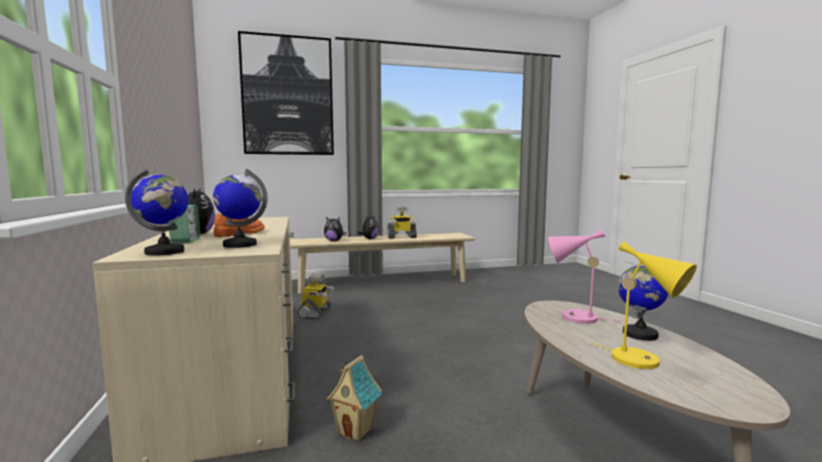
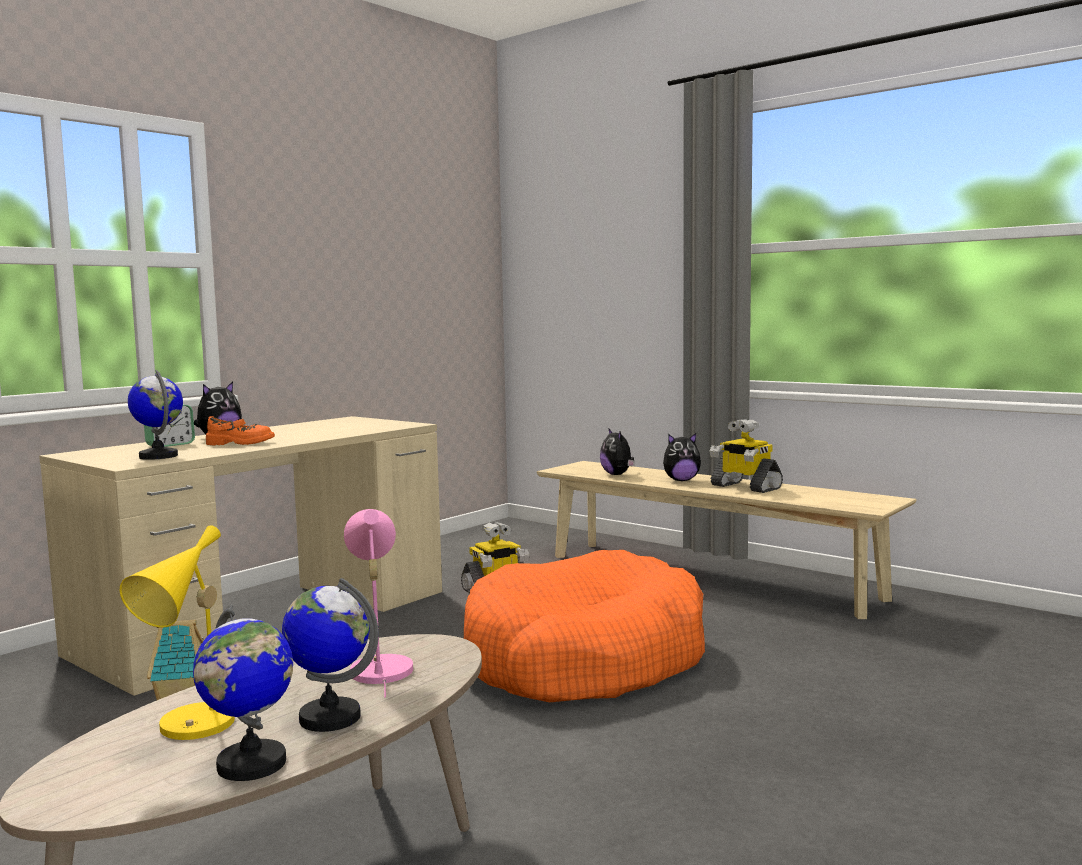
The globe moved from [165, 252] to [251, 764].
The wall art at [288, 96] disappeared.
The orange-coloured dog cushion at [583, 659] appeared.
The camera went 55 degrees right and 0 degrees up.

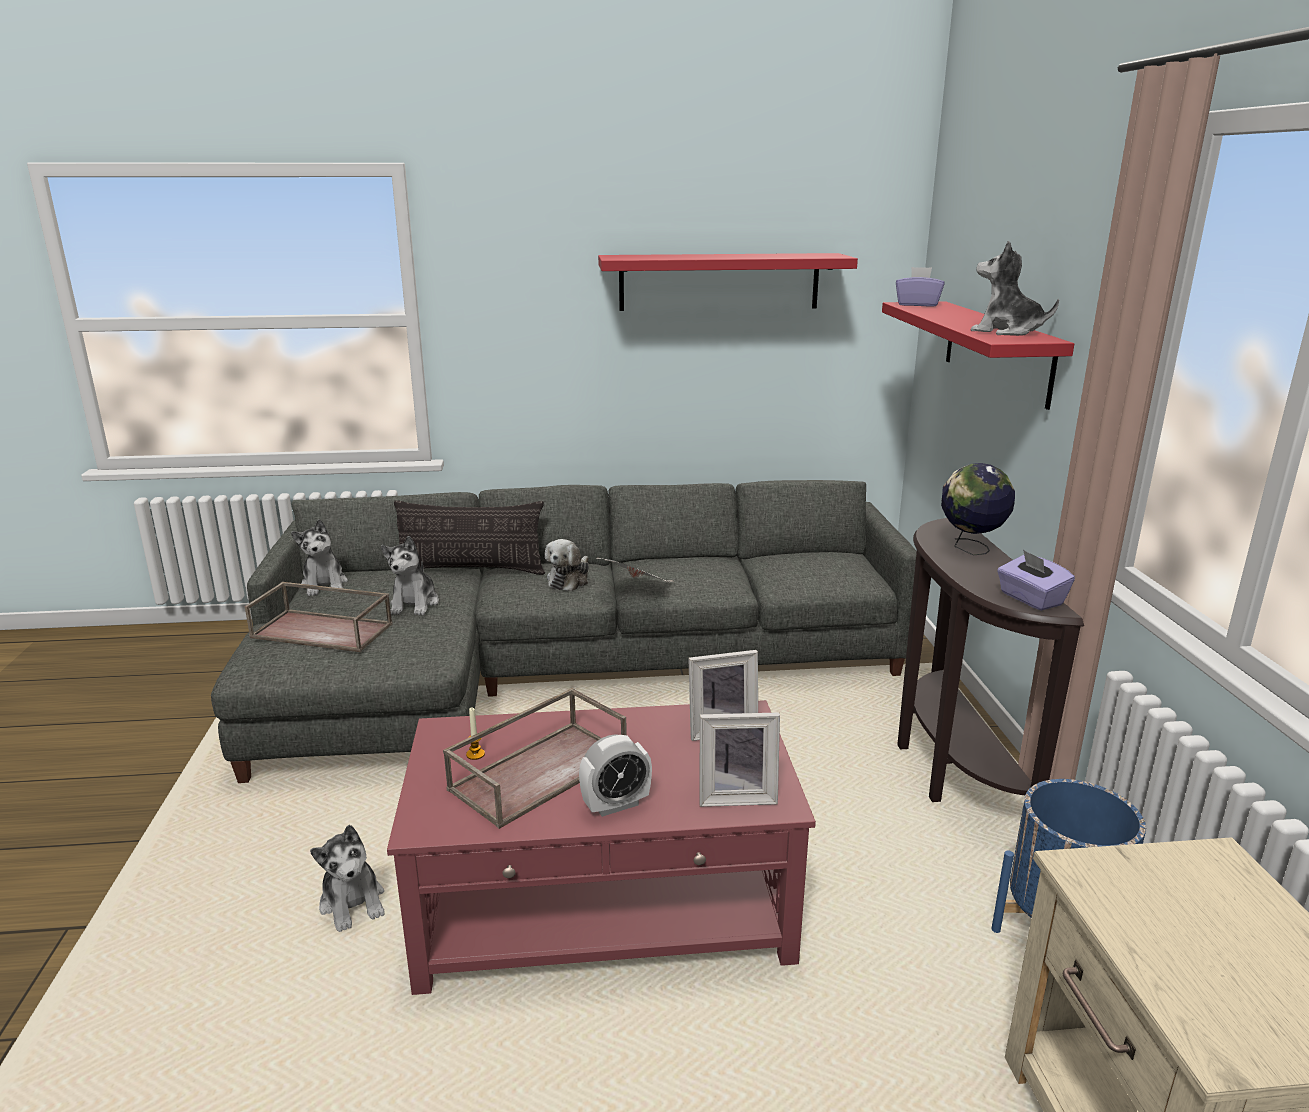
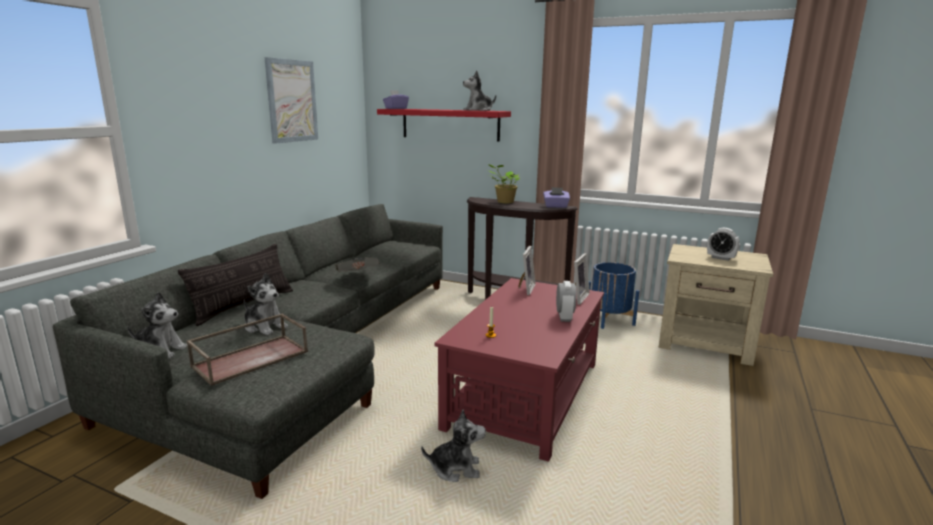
The brown-coloured carrying tray at [539, 770] disappeared.
The soft toy at [569, 580] disappeared.
The reddish wall shelf at [719, 282] was replaced by the wall art at [292, 101].
The globe at [970, 549] was replaced by the potted plant at [504, 202].
The alarm clock at [720, 258] appeared.
The camera went 60 degrees left and 5 degrees down.

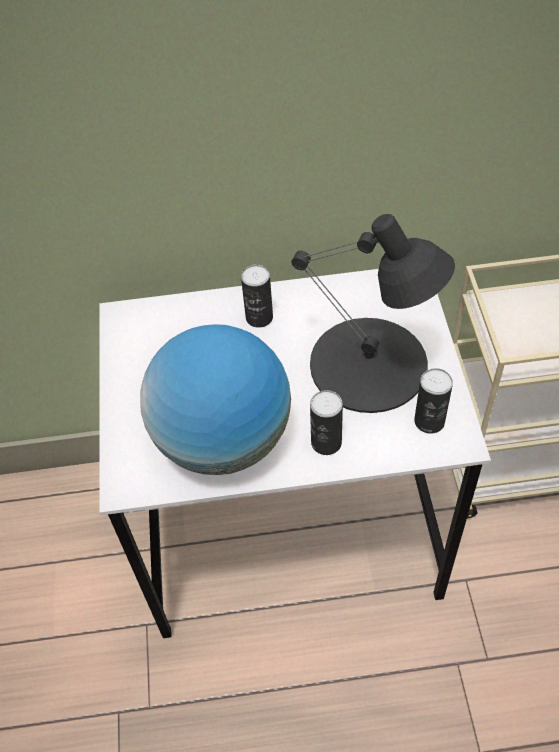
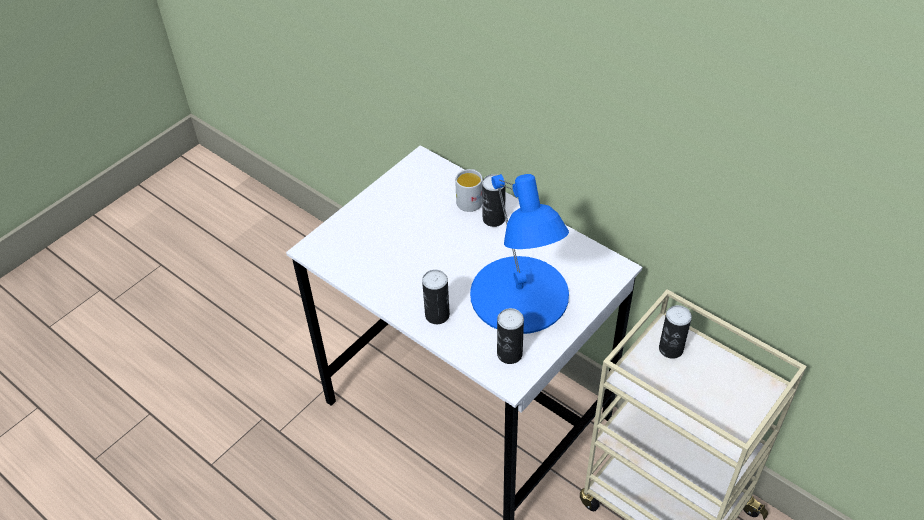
The globe at [223, 440] disappeared.
The blackish lamp for a table at [370, 365] became the blue-coloured lamp for a table at [519, 296].
The white-coloured tea mug at [470, 199] appeared.
The metal can at [671, 349] appeared.
The camera went 45 degrees right and 5 degrees down.

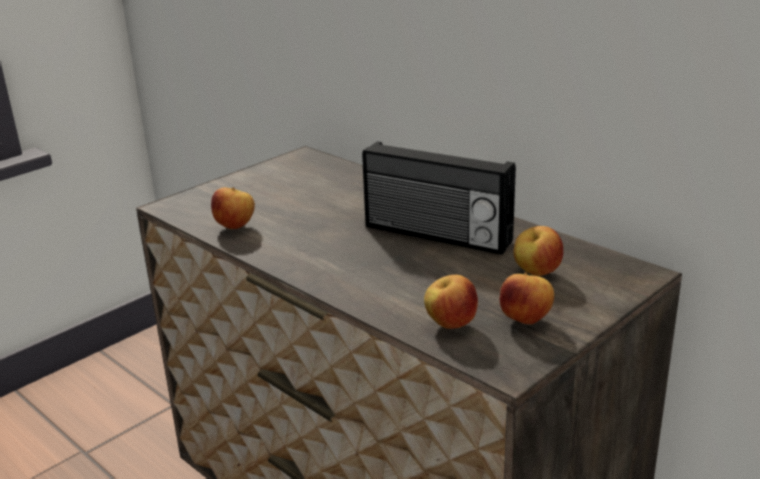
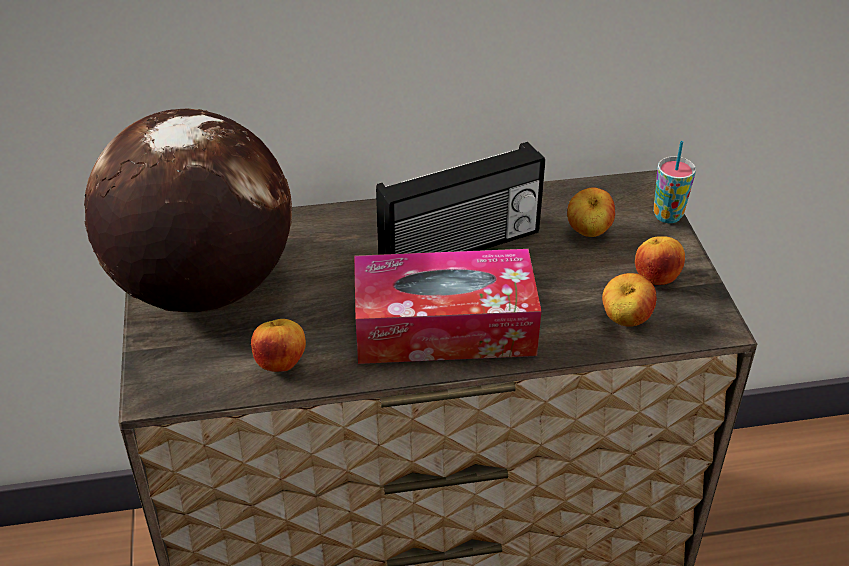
The globe at [202, 288] appeared.
The tissue box at [444, 327] appeared.
The cup at [667, 216] appeared.
The camera went 55 degrees left and 15 degrees up.

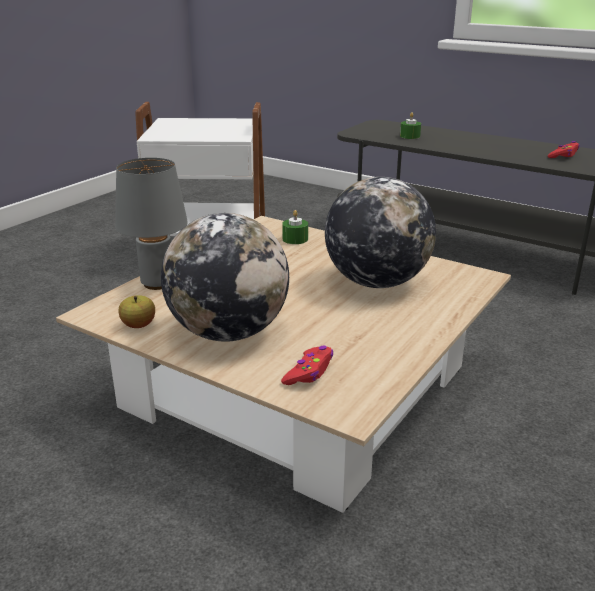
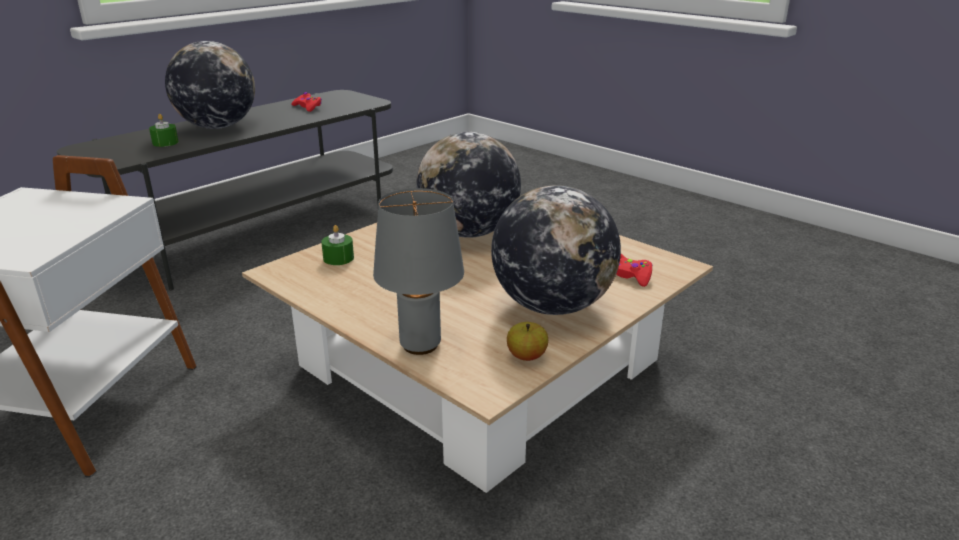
The globe at [217, 127] appeared.
The camera went 80 degrees left and 0 degrees up.

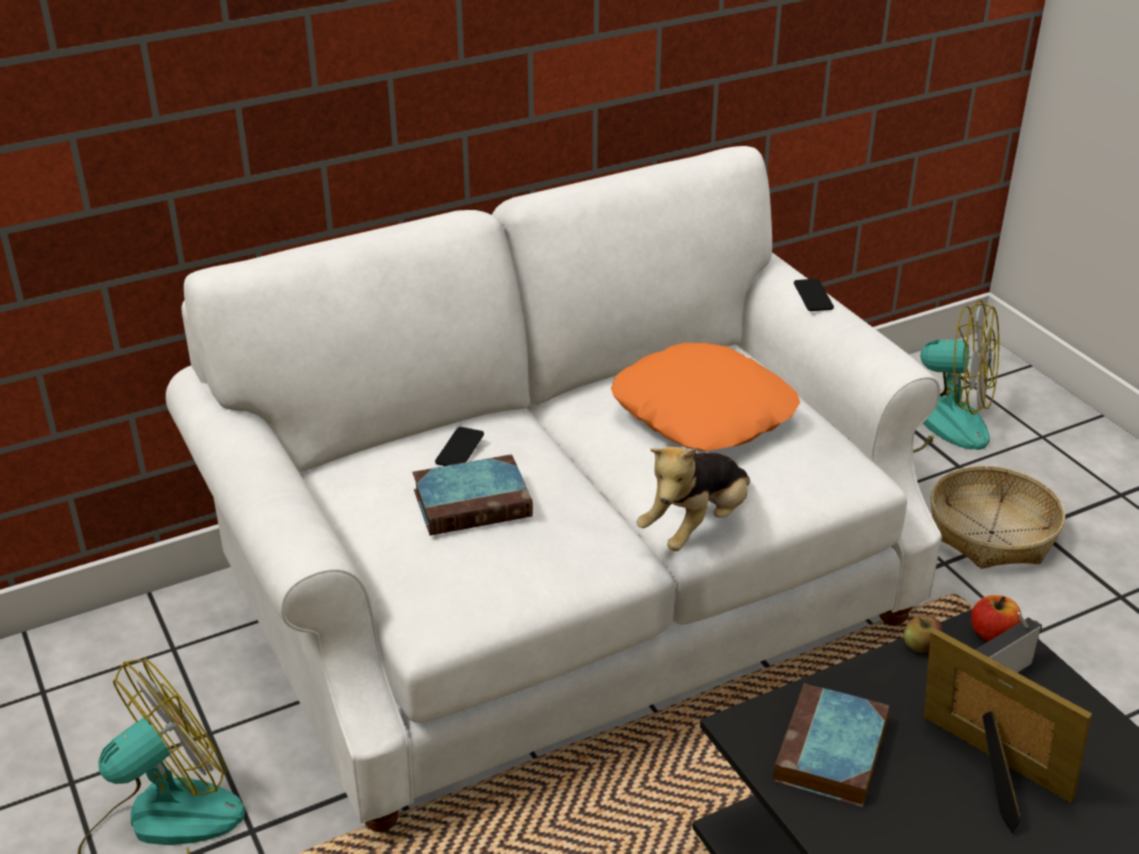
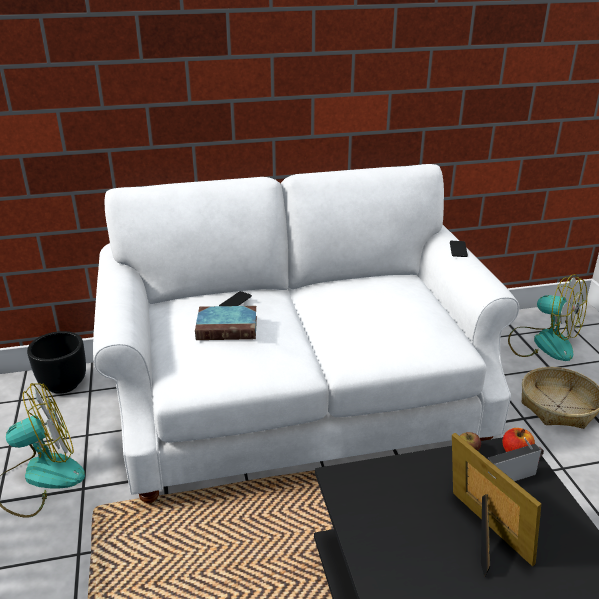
The orange-coloured pillow at [704, 412] disappeared.
The soft toy at [696, 526] disappeared.
The book at [831, 753] disappeared.
The blackish flower pot at [64, 384] appeared.
The camera went 15 degrees right and 5 degrees down.

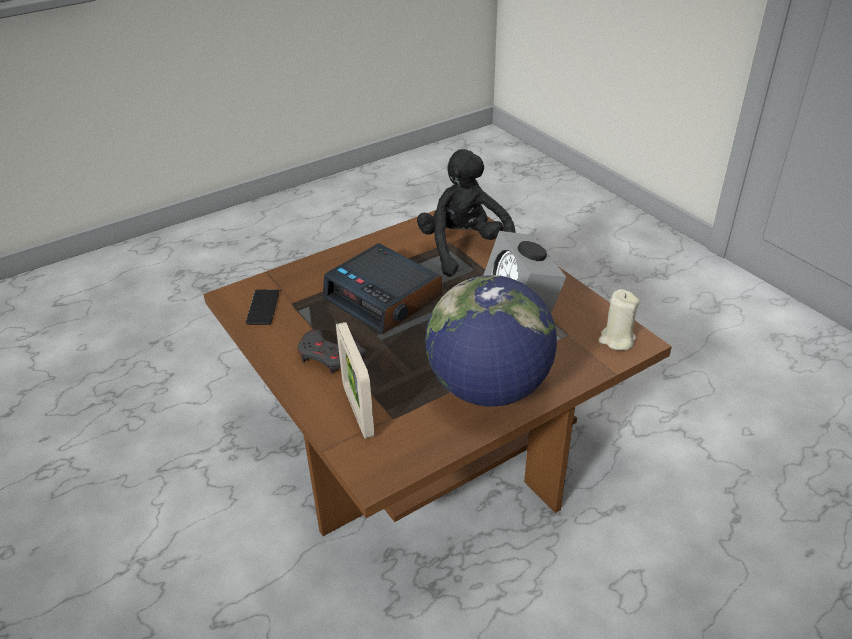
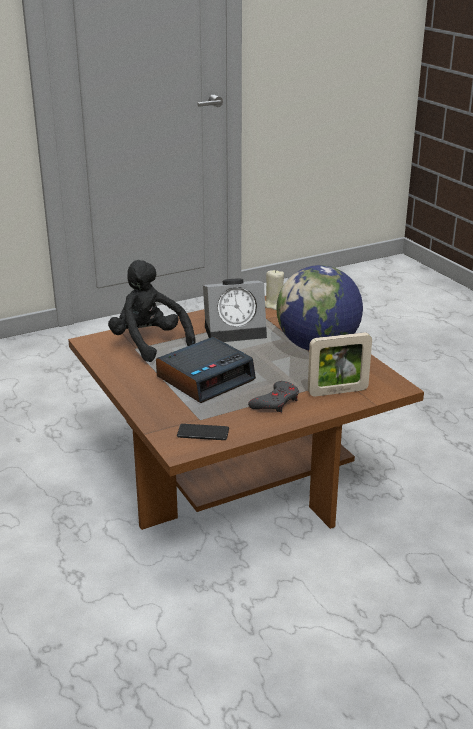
The blackish soft toy at [464, 250] turned 60 degrees clockwise.
The camera went 85 degrees left and 10 degrees down.

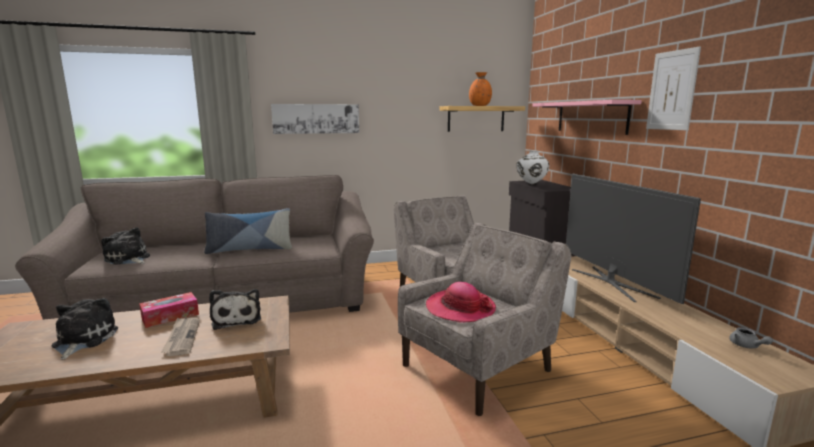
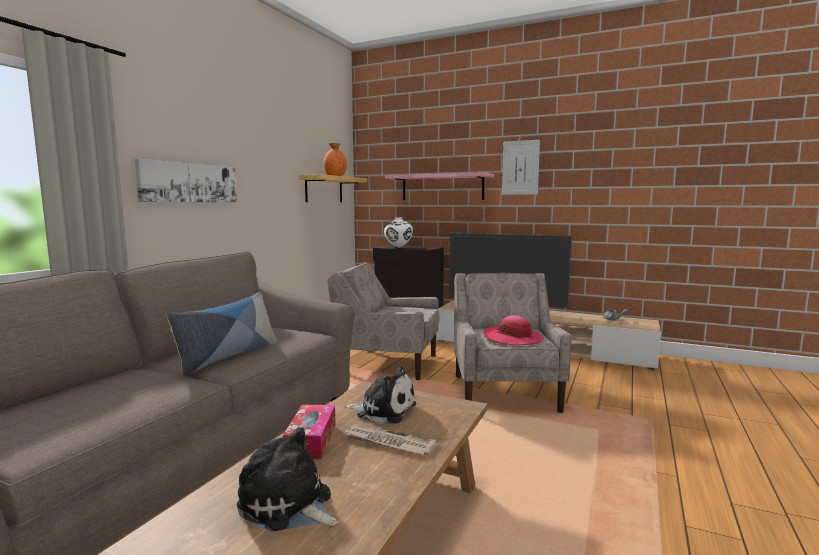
The soft toy at [128, 259] disappeared.
The camera went 50 degrees left and 5 degrees down.

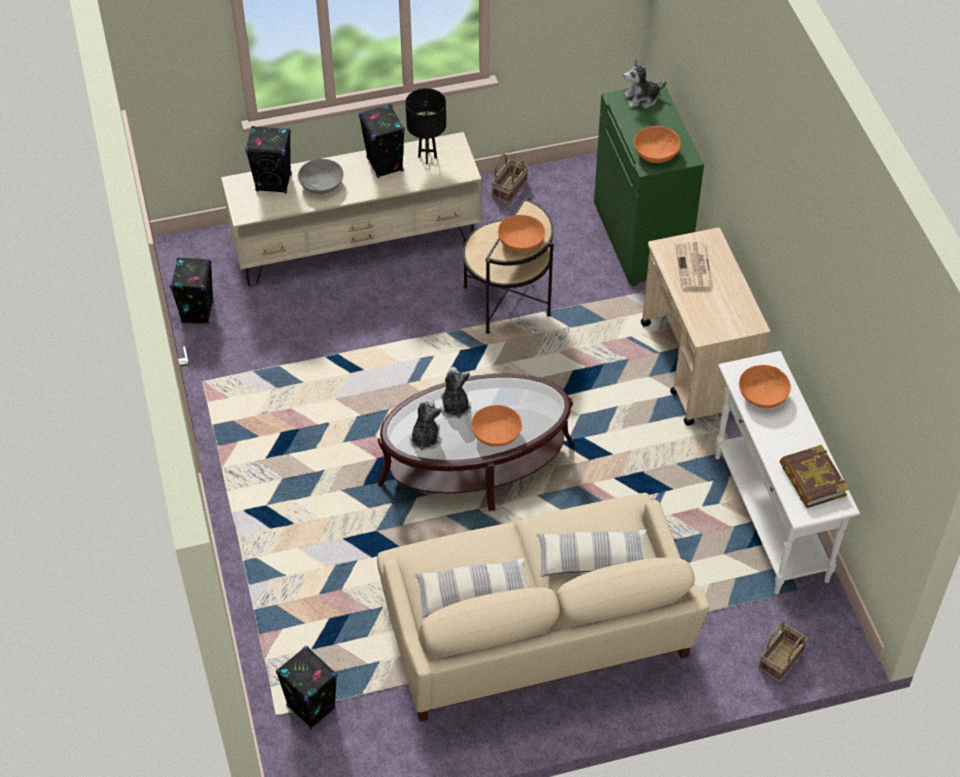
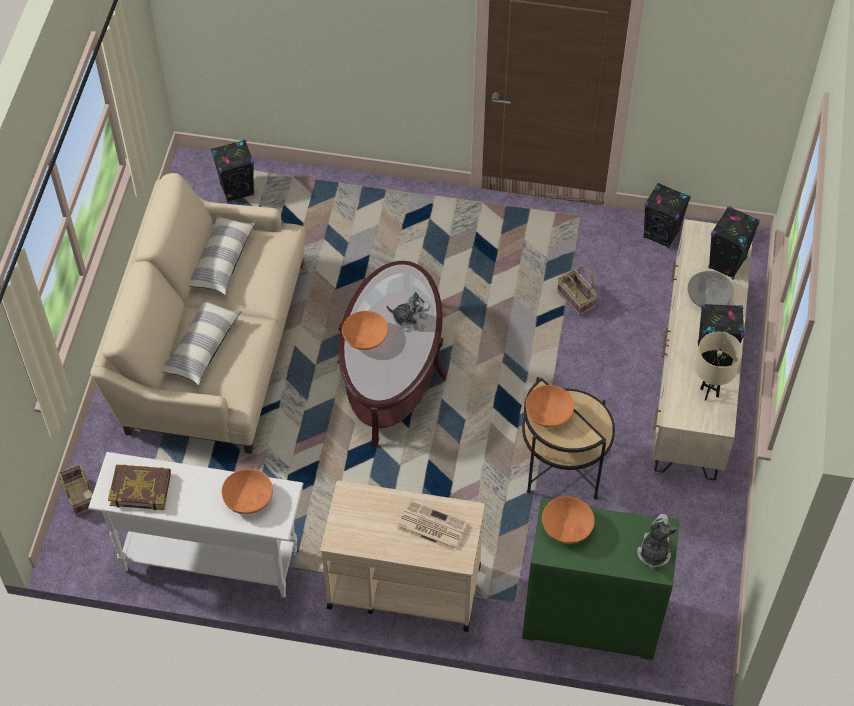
The blackish lamp for a table at [427, 157] became the beige-coloured lamp for a table at [709, 392].
The soft toy at [425, 438] disappeared.
The basket moved from [509, 189] to [577, 299].
The camera went 115 degrees right and 5 degrees up.

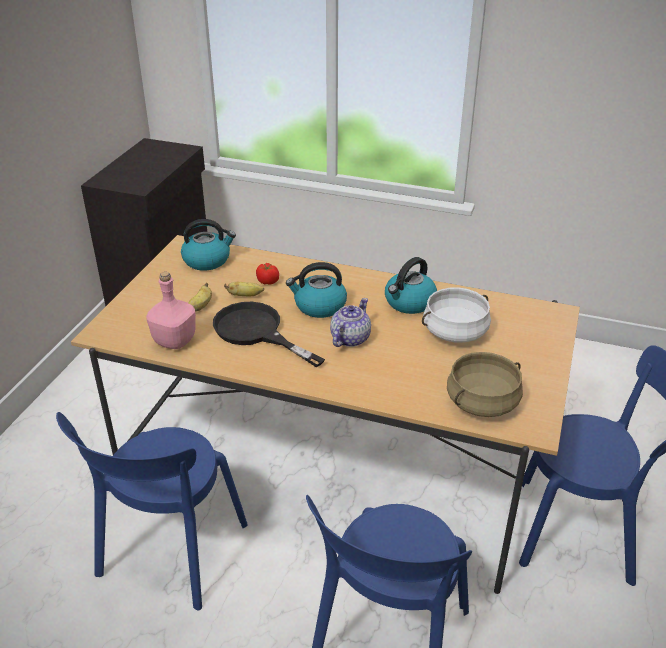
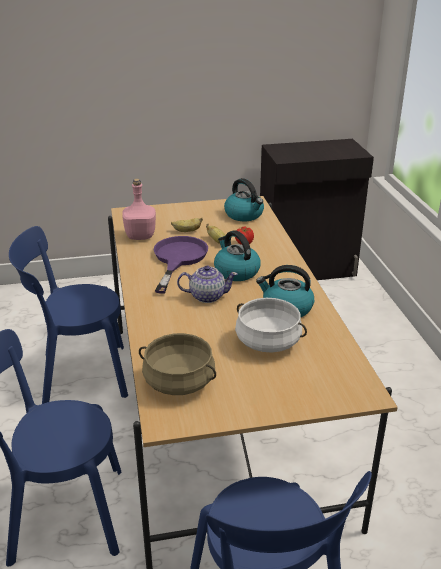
The blackish frying pan at [256, 332] became the purplish frying pan at [178, 259].
The camera went 60 degrees right and 5 degrees down.

